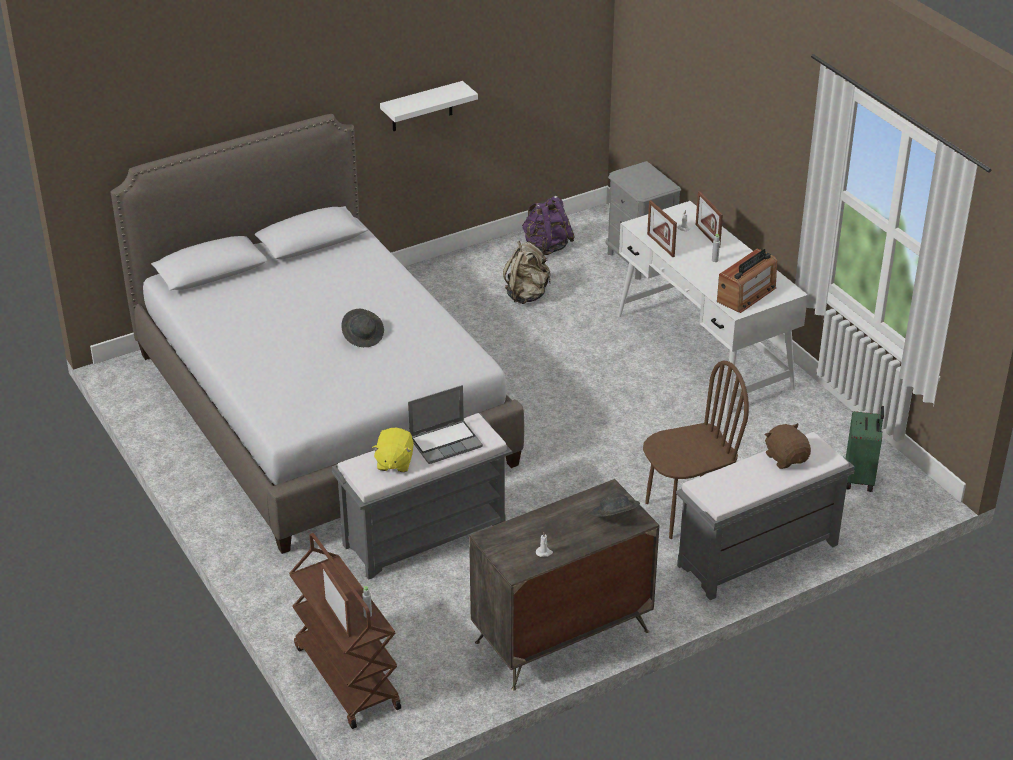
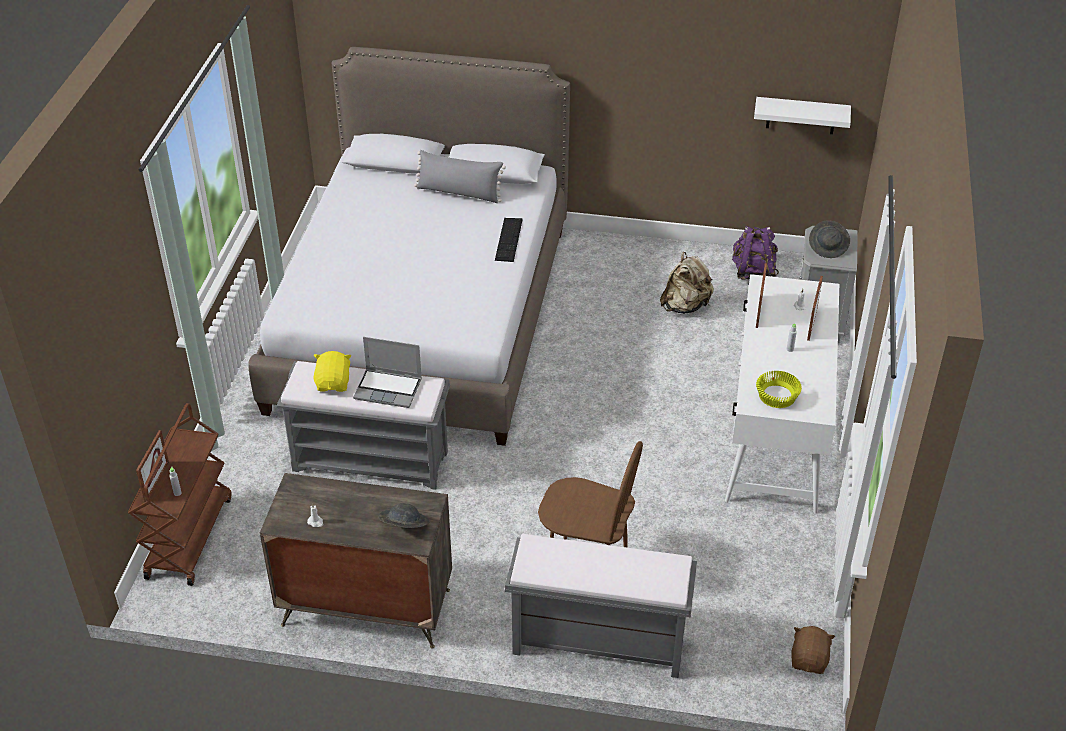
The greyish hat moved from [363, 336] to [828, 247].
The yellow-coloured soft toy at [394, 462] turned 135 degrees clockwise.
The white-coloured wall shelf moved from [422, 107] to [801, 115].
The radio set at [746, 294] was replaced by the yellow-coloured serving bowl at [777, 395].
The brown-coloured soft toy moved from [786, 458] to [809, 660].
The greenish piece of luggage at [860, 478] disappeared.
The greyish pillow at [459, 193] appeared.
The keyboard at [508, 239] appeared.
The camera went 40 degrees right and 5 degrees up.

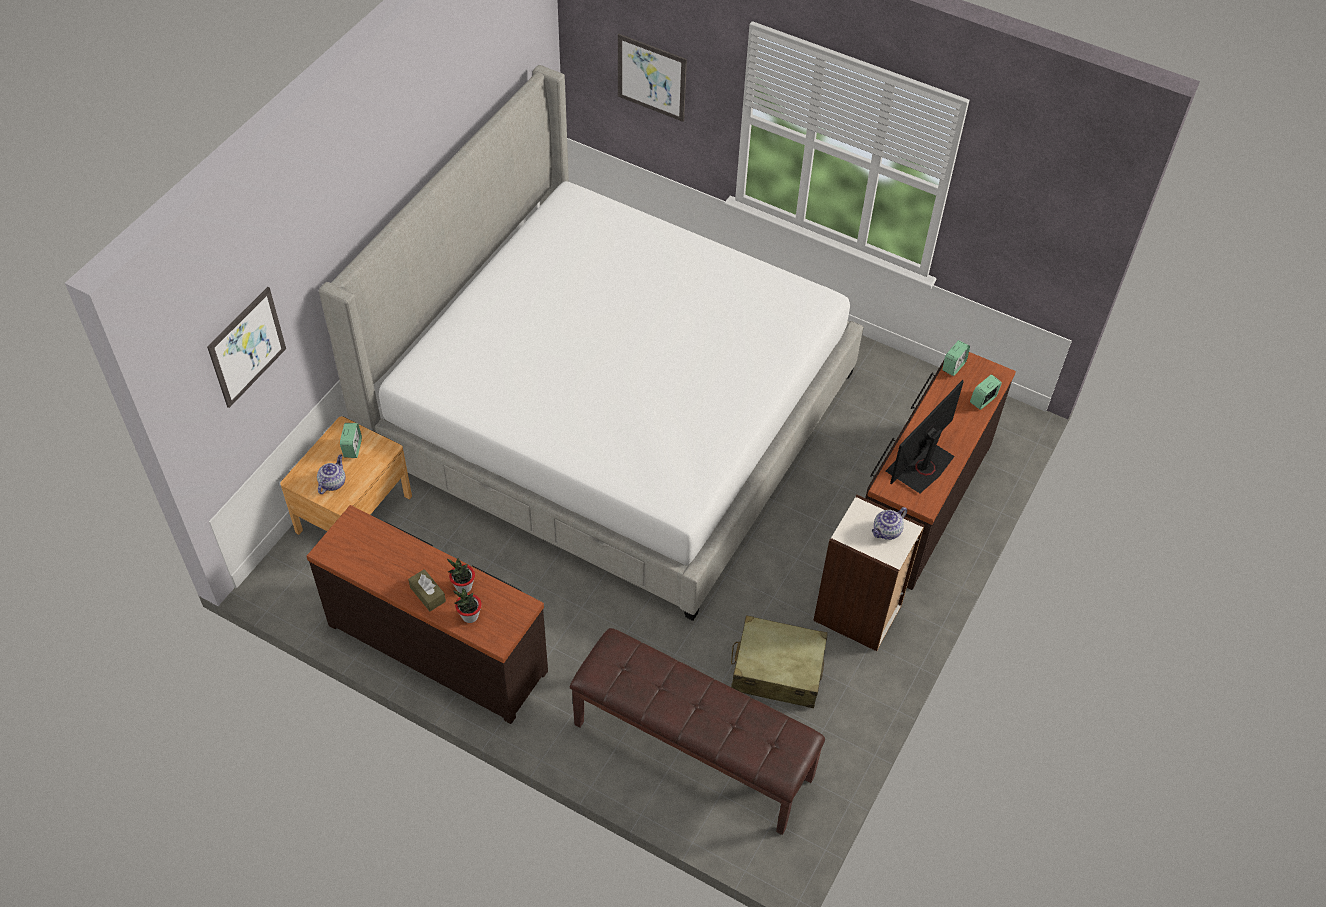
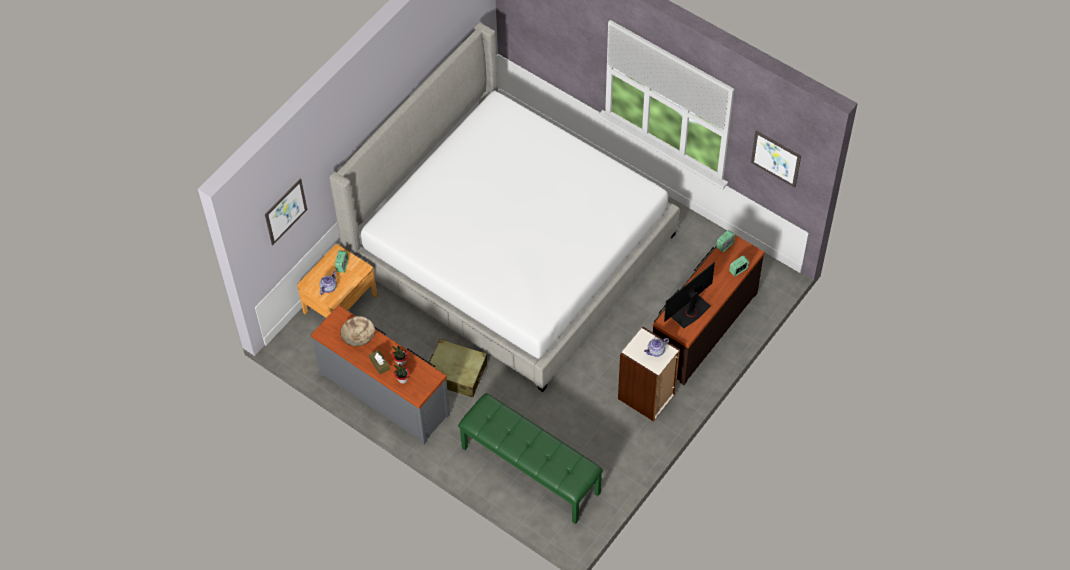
The brown-coloured drawer chest at [439, 645] became the greyish drawer chest at [385, 392].
The brown-coloured long seat at [691, 751] became the greenish long seat at [529, 470].
The wall art moved from [651, 77] to [776, 158].
The beige-coloured piece of luggage moved from [777, 670] to [456, 373].
The beige-coloured serving bowl at [358, 335] appeared.
The camera went 10 degrees right and 5 degrees up.

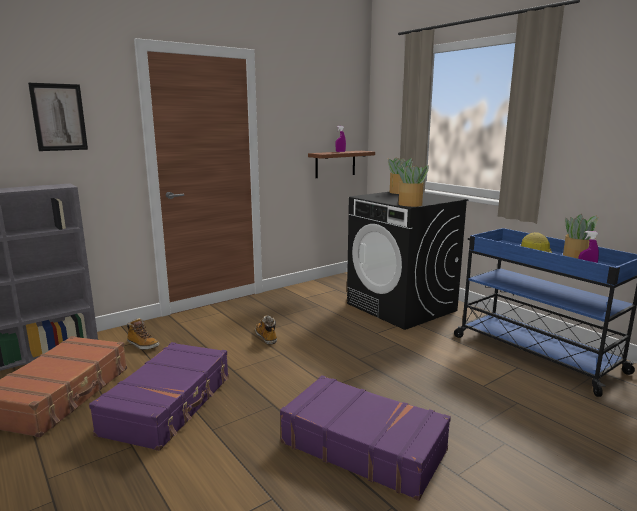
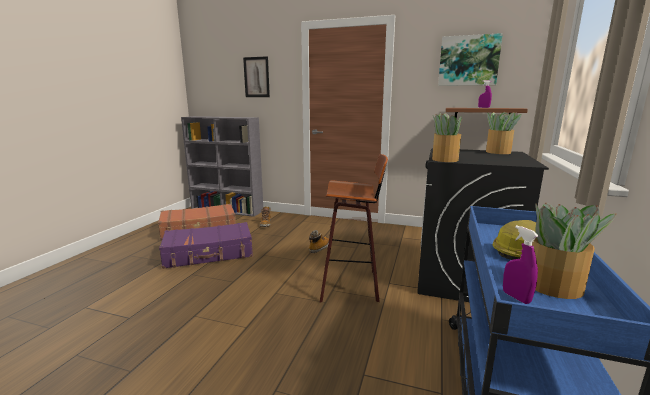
The purplish piece of luggage at [363, 446] disappeared.
The sitting stool at [352, 284] appeared.
The wall art at [468, 61] appeared.
The camera went 55 degrees right and 0 degrees up.

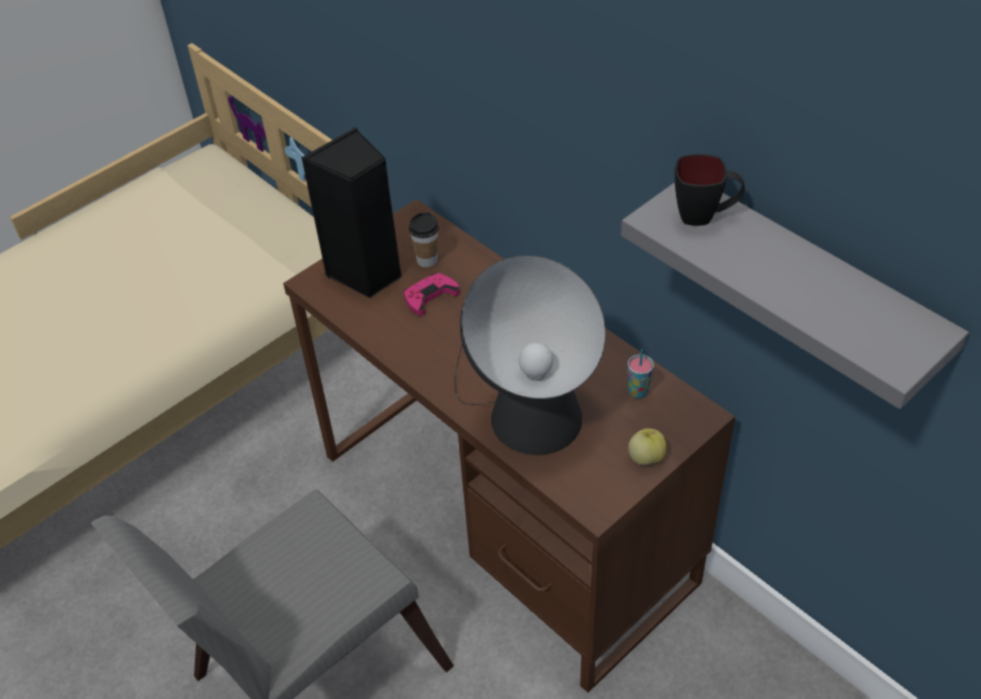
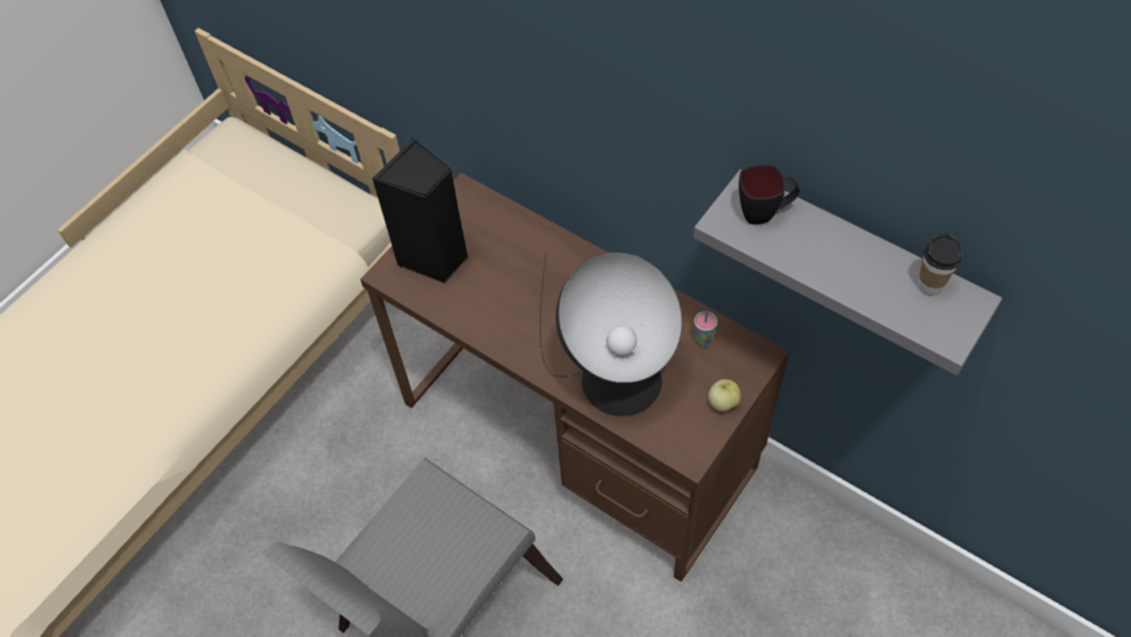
The pinkish game controller at [430, 296] disappeared.
The cup moved from [427, 260] to [930, 285].
The camera went 10 degrees left and 10 degrees up.

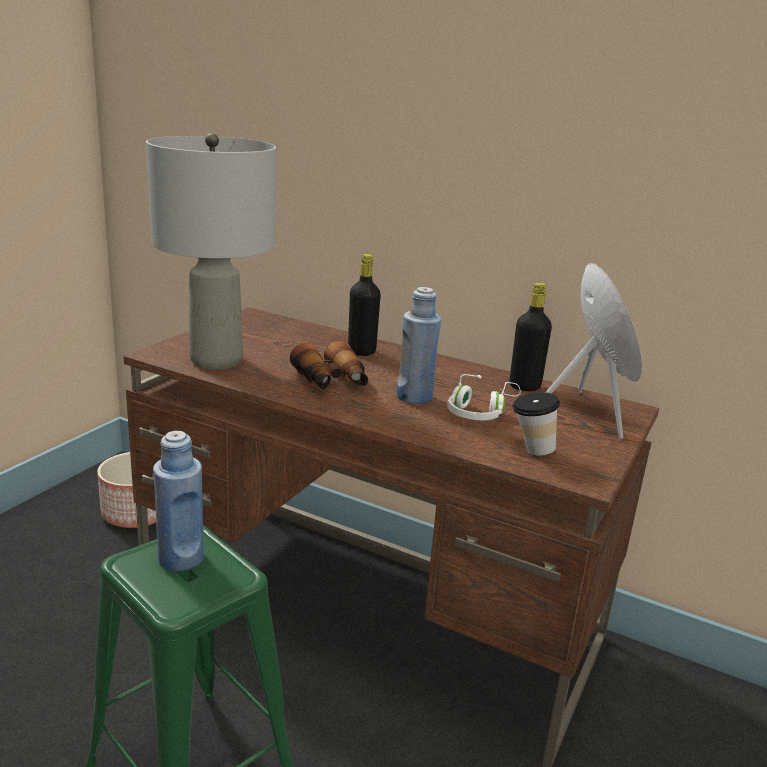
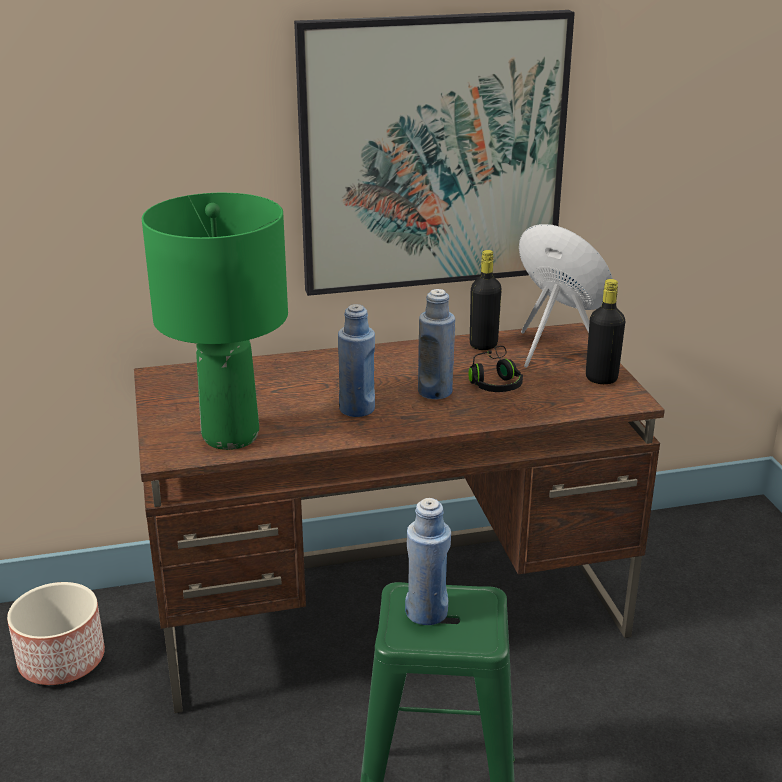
The greyish lamp for a table at [216, 361] became the greenish lamp for a table at [231, 436].
The pair of binoculars at [331, 382] was replaced by the blue-coloured drink bottle at [357, 409].
The blackish drink bottle moved from [361, 351] to [601, 378].
The white-coloured pair of headphones at [480, 412] became the blackish pair of headphones at [495, 381].
The cup at [530, 450] disappeared.
The wall art at [432, 154] appeared.
The camera went 40 degrees left and 5 degrees up.

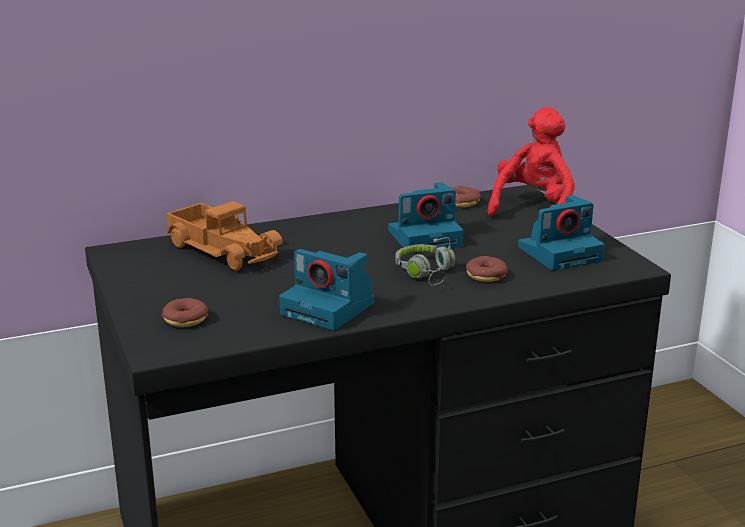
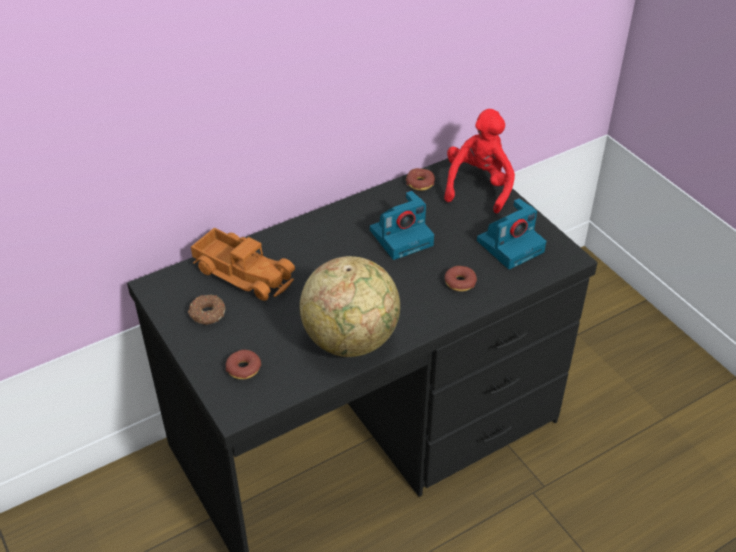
The still camera at [330, 308] was replaced by the globe at [351, 340].
The greyish pair of headphones at [427, 273] disappeared.
The doughnut at [207, 314] appeared.
The camera went 10 degrees left and 20 degrees up.

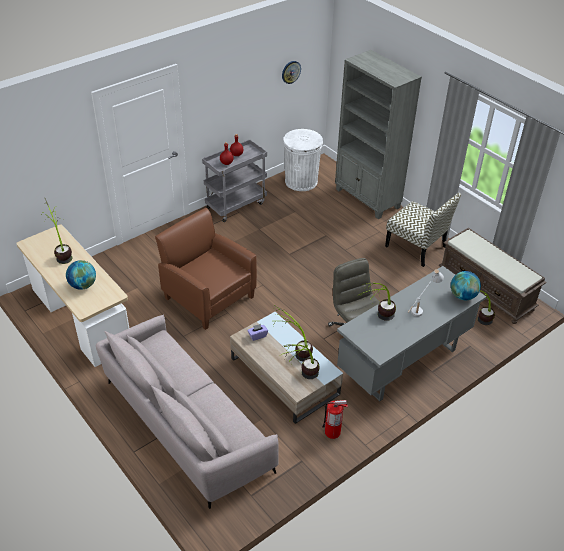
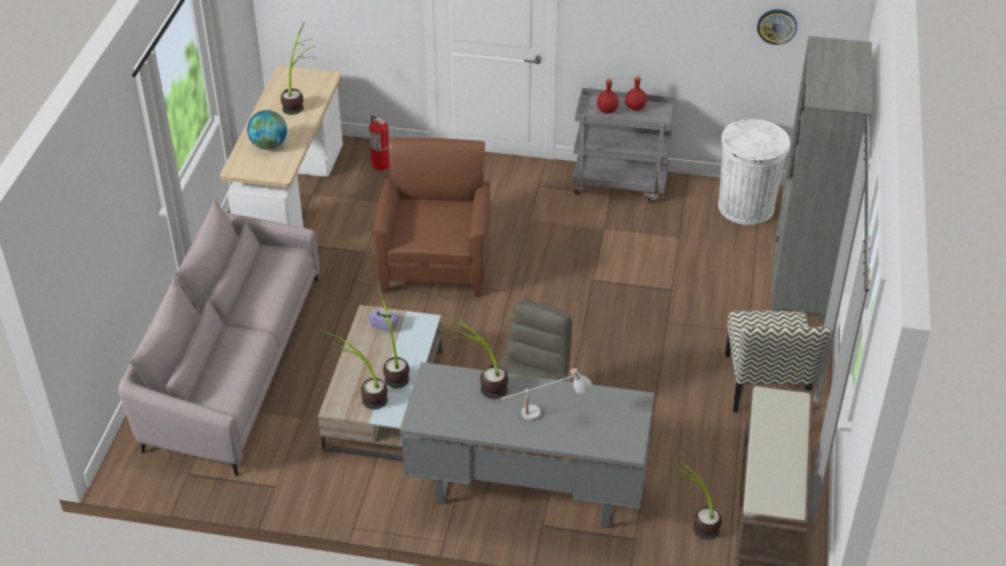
The extinguisher moved from [332, 432] to [381, 164].
The globe at [463, 296] disappeared.
The camera went 50 degrees right and 0 degrees up.

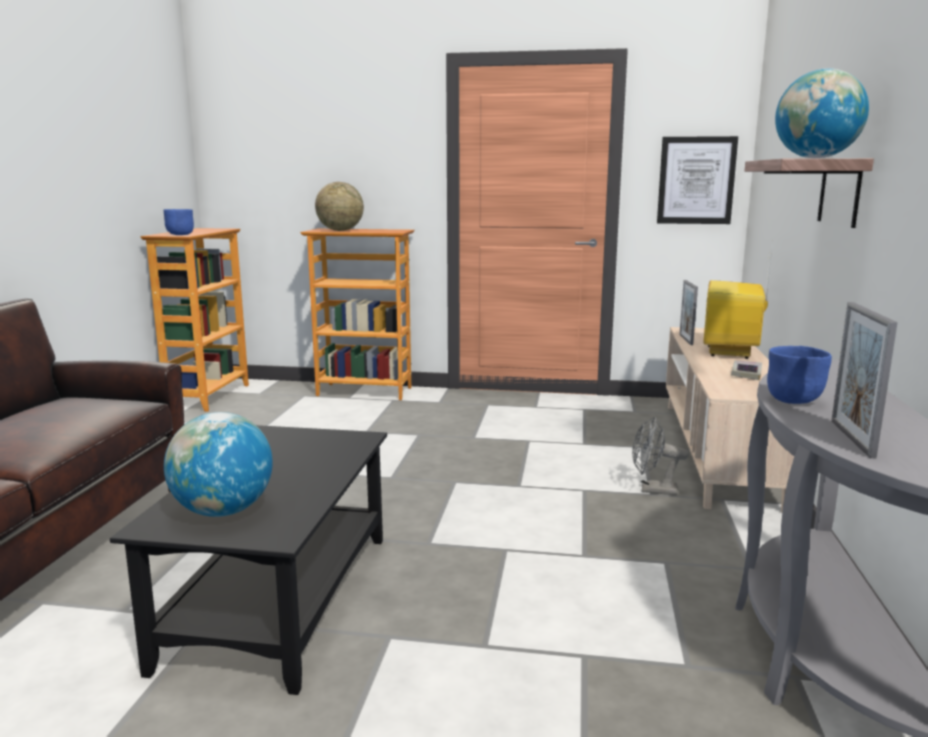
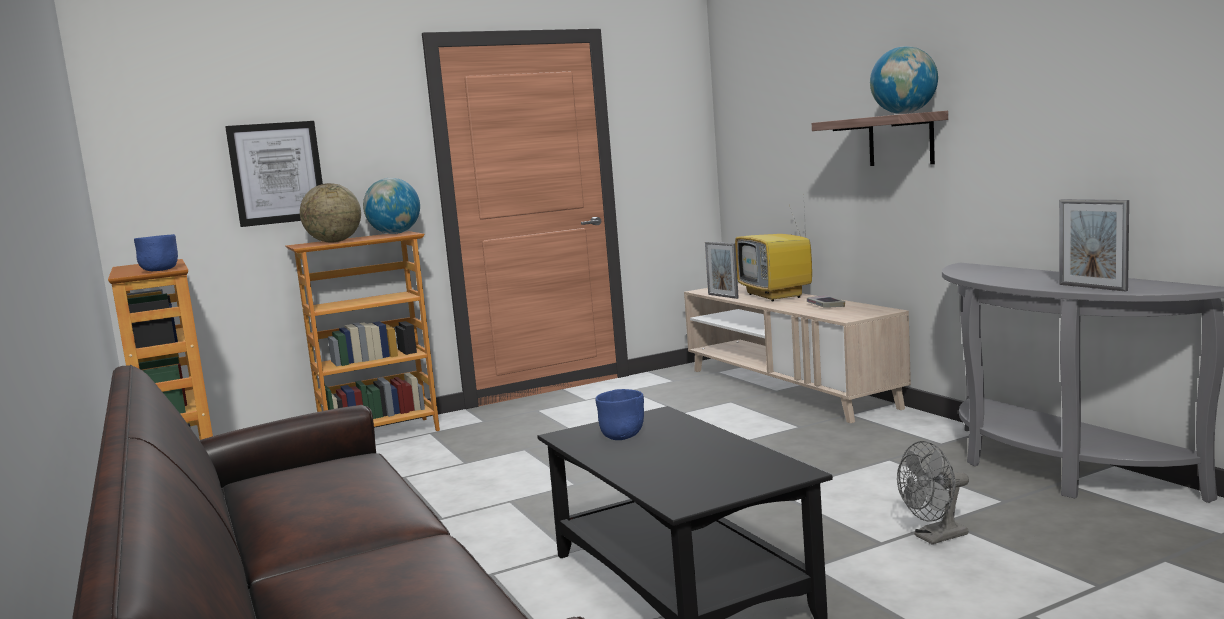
The globe moved from [223, 511] to [395, 233].
The greyish cooling fan moved from [652, 490] to [935, 537].
The wall art moved from [696, 180] to [277, 173].
The blue-coloured serving bowl moved from [794, 401] to [623, 436].
The camera went 35 degrees left and 5 degrees down.

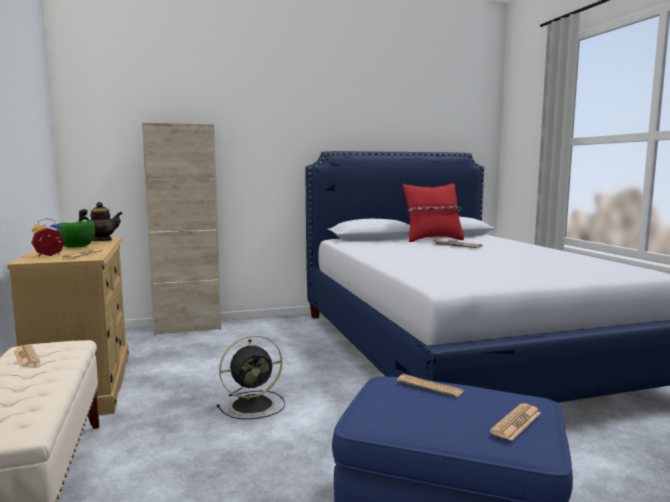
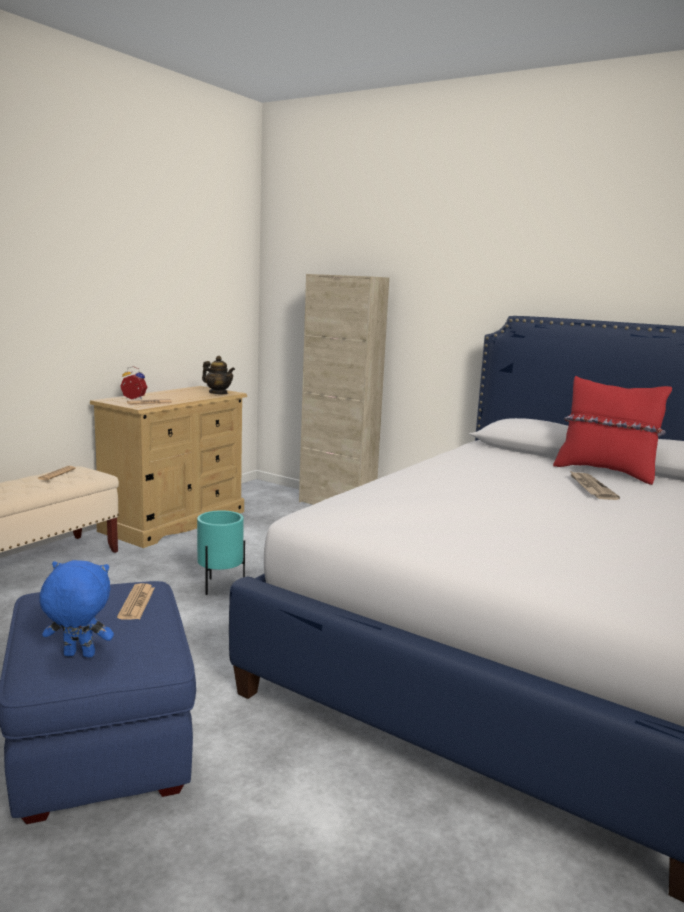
The greenish serving bowl at [78, 247] disappeared.
The blackish cooling fan at [254, 404] was replaced by the turquoise flower pot at [220, 587].
The daily paper at [516, 422] was replaced by the blue-coloured soft toy at [78, 656].
The camera went 50 degrees right and 5 degrees up.

